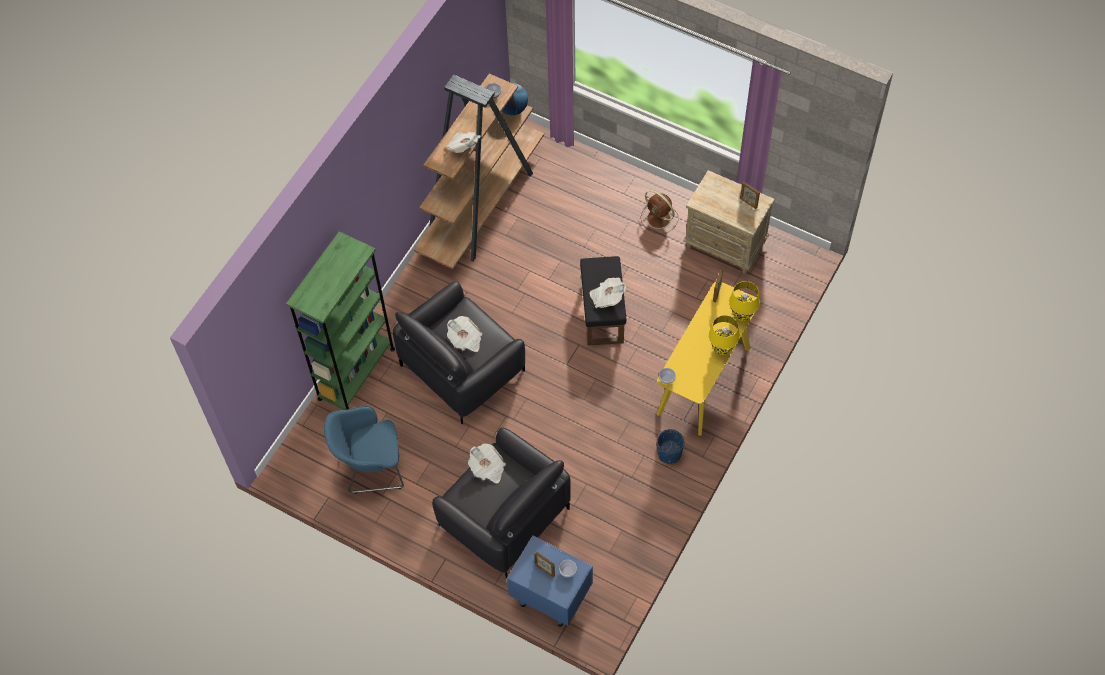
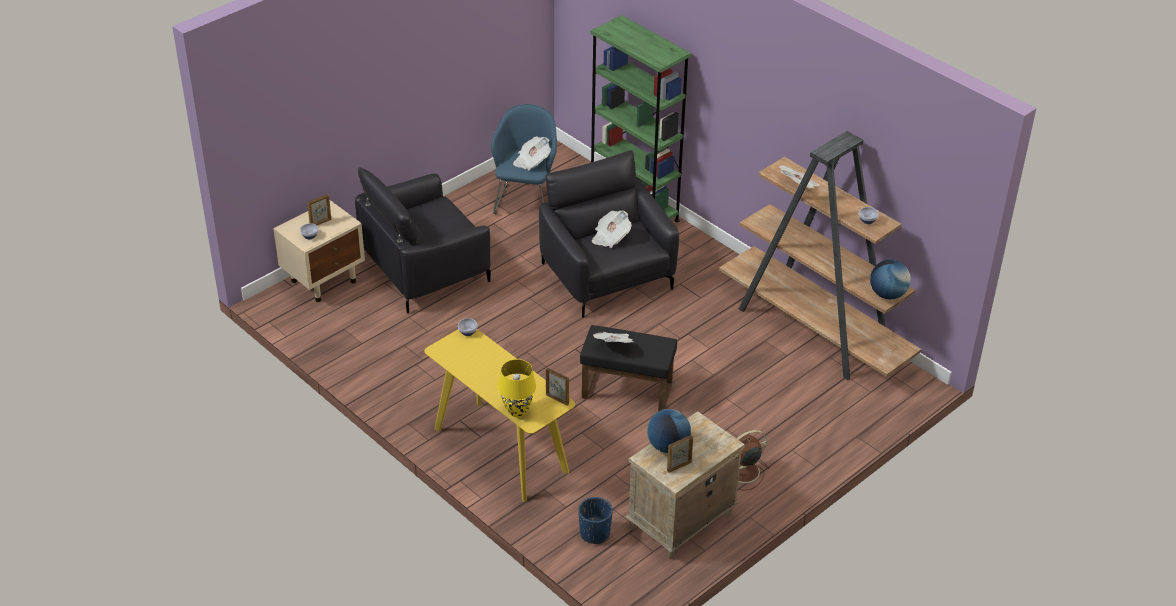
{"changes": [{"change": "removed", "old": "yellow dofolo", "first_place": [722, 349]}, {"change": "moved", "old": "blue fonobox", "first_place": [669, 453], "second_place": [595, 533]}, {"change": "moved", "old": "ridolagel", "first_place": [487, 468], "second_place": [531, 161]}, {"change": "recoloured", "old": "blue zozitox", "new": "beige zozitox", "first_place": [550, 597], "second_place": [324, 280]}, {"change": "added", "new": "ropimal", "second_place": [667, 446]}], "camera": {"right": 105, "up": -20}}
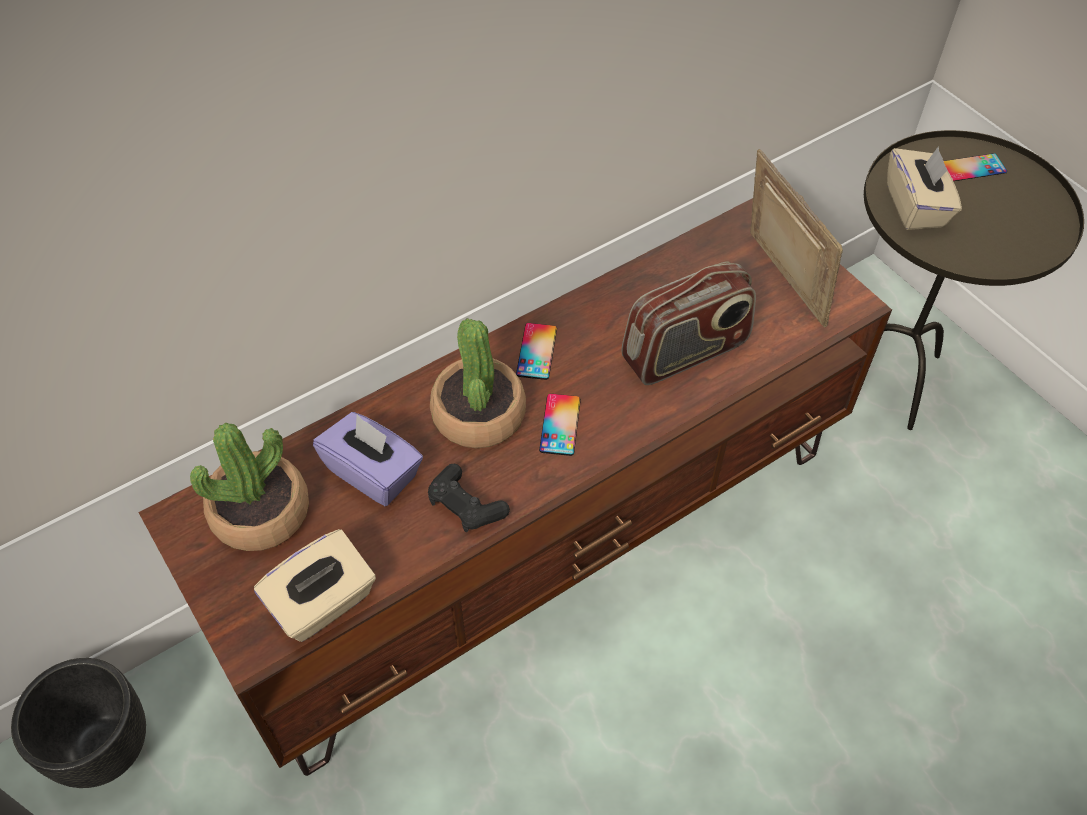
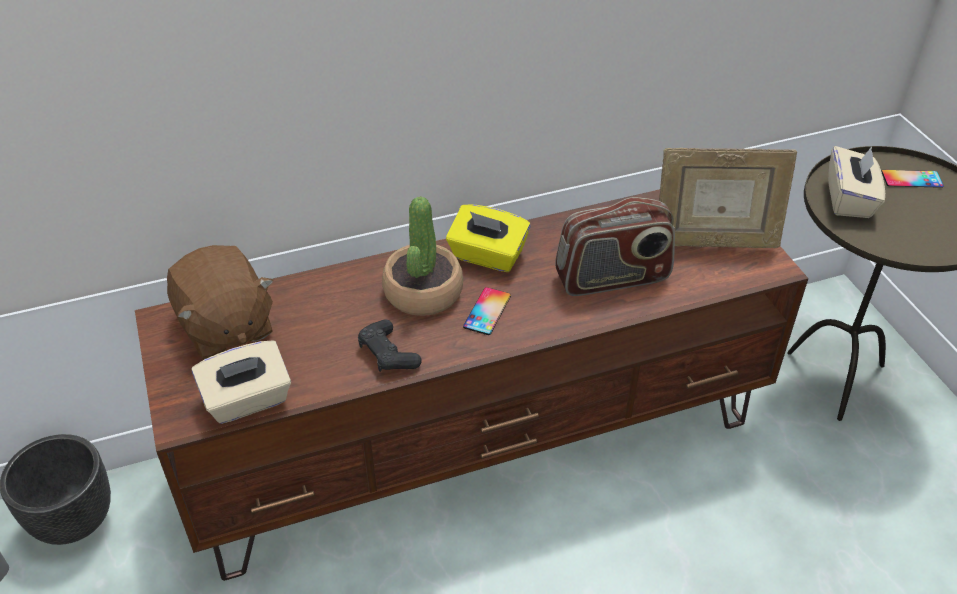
{"changes": [{"change": "turned", "old": "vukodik", "first_place": [781, 284], "second_place": [714, 243], "degrees": 105}, {"change": "replaced", "old": "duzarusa", "new": "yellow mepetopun", "first_place": [536, 351], "second_place": [487, 256]}, {"change": "removed", "old": "purple mepetopun", "first_place": [373, 473]}, {"change": "replaced", "old": "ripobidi", "new": "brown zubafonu", "first_place": [260, 512], "second_place": [225, 327]}], "camera": {"right": 15, "up": -10}}
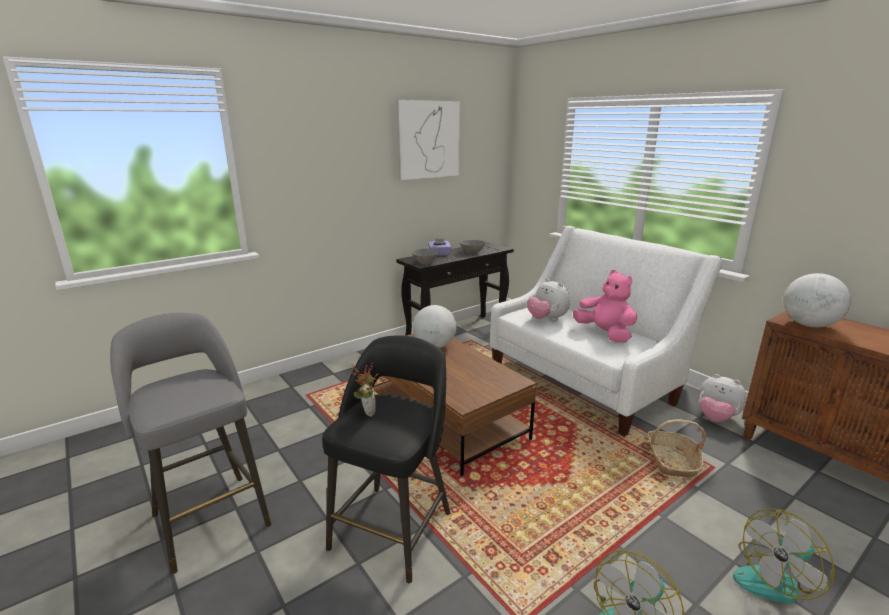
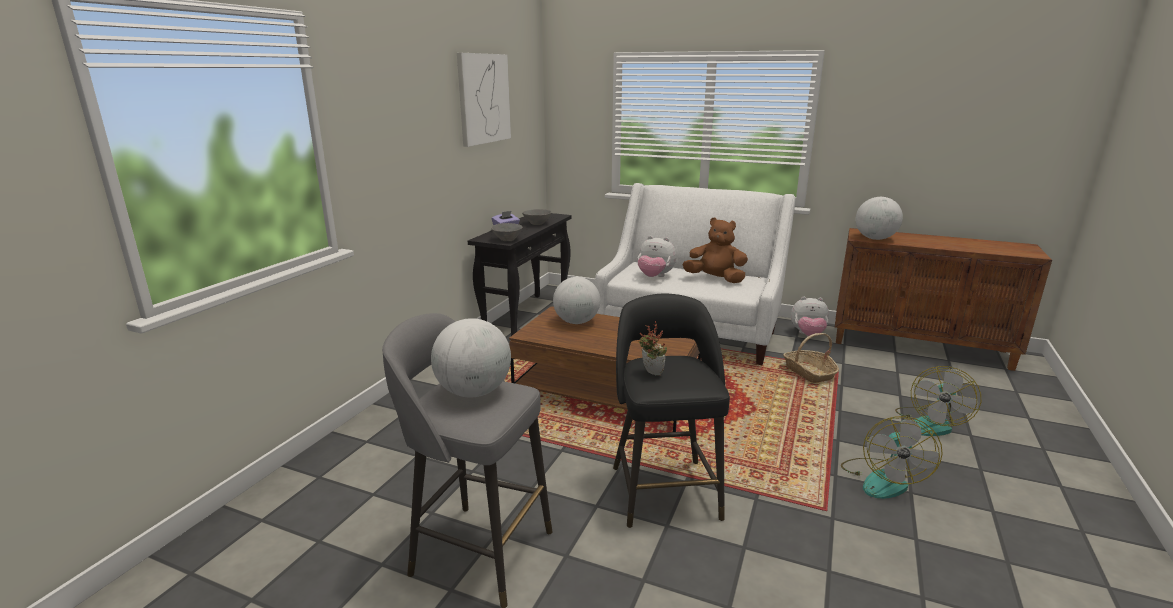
{"changes": [{"change": "recoloured", "old": "pink zubafonu", "new": "brown zubafonu", "first_place": [605, 334], "second_place": [715, 279]}, {"change": "added", "new": "ropimal", "second_place": [474, 392]}], "camera": {"right": -30, "up": 0}}
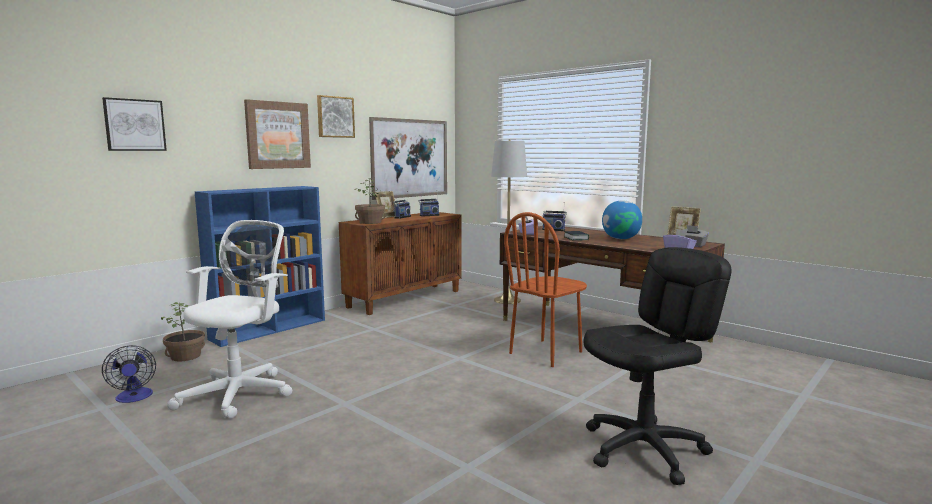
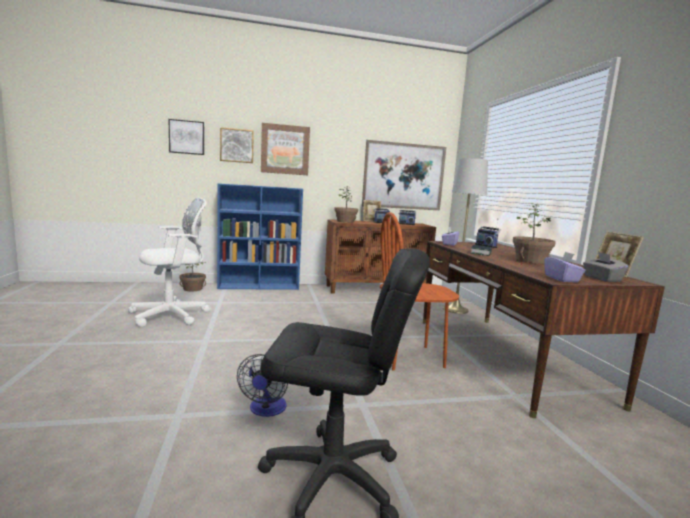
{"changes": [{"change": "moved", "old": "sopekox", "first_place": [335, 117], "second_place": [237, 145]}, {"change": "replaced", "old": "ropimal", "new": "ripobidi", "first_place": [621, 239], "second_place": [531, 261]}, {"change": "moved", "old": "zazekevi", "first_place": [134, 398], "second_place": [266, 410]}], "camera": {"right": 35, "up": 0}}
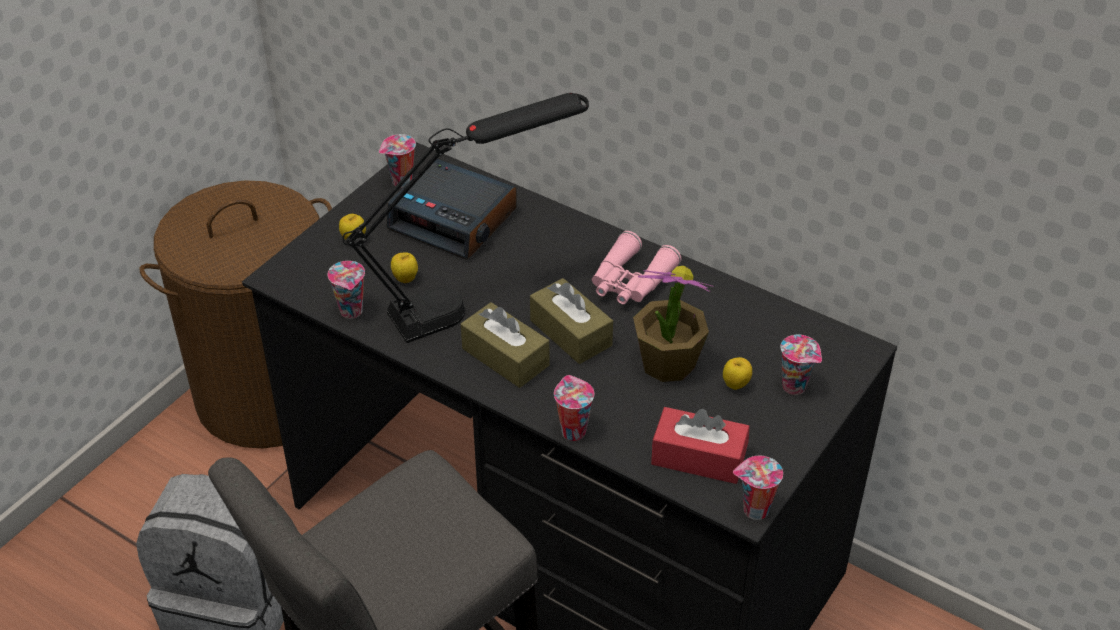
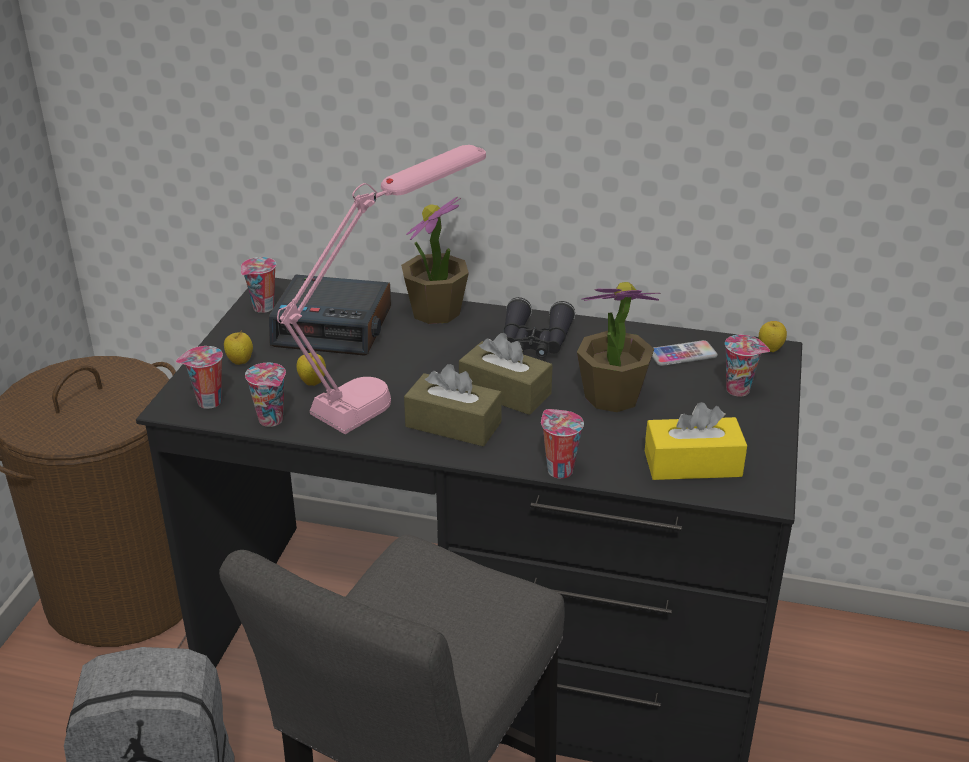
{"changes": [{"change": "recoloured", "old": "black dofolo", "new": "pink dofolo", "first_place": [473, 300], "second_place": [393, 386]}, {"change": "recoloured", "old": "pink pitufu", "new": "black pitufu", "first_place": [630, 281], "second_place": [535, 342]}, {"change": "moved", "old": "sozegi", "first_place": [735, 385], "second_place": [770, 350]}, {"change": "recoloured", "old": "red mepetopun", "new": "yellow mepetopun", "first_place": [698, 457], "second_place": [692, 464]}, {"change": "moved", "old": "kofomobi", "first_place": [754, 510], "second_place": [208, 402]}, {"change": "added", "new": "ripobidi", "second_place": [436, 312]}, {"change": "added", "new": "duzarusa", "second_place": [682, 354]}], "camera": {"right": -20, "up": -10}}
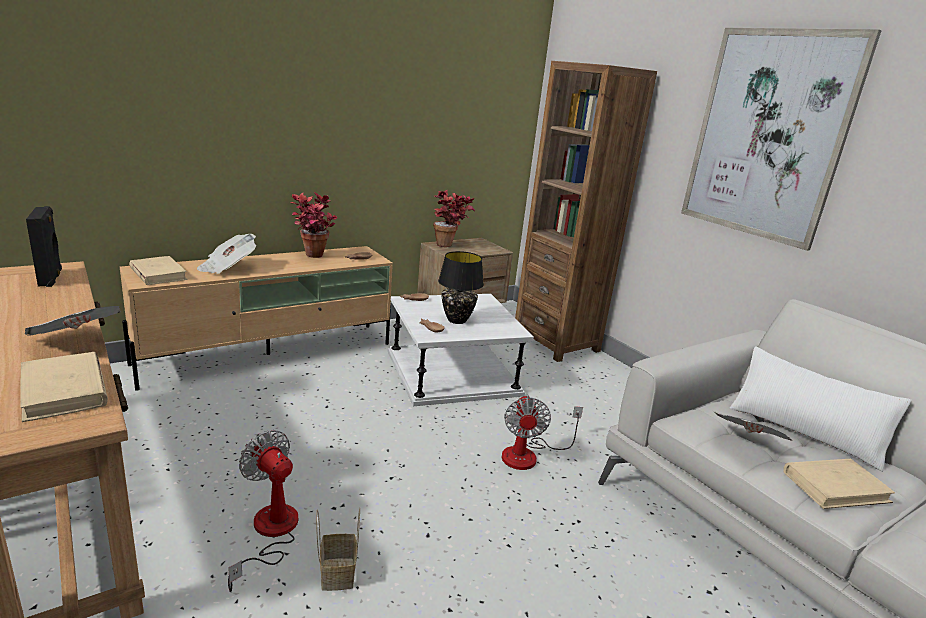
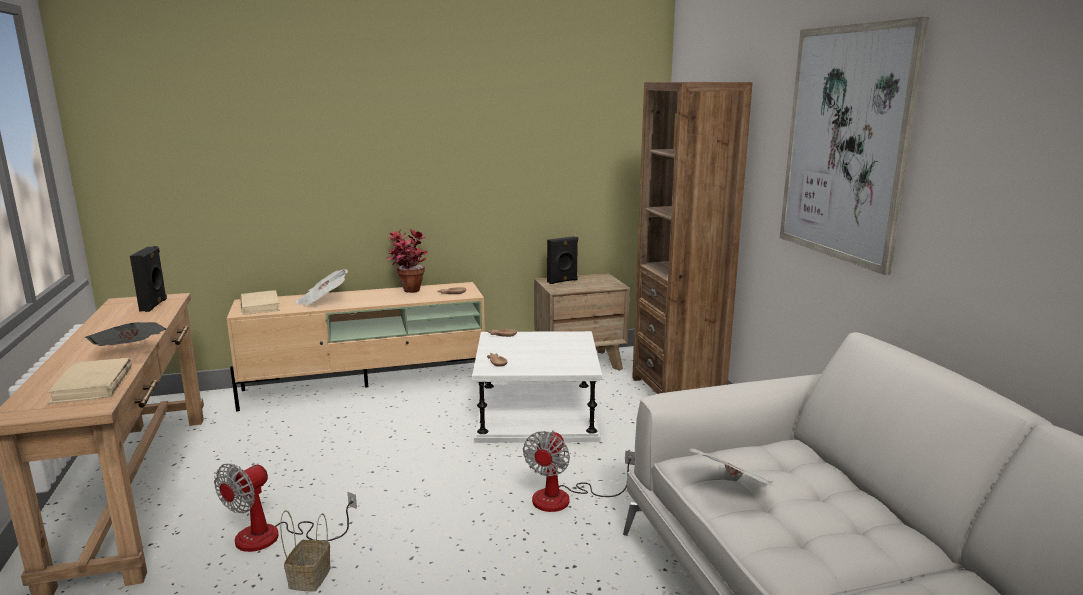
{"changes": [{"change": "replaced", "old": "ripobidi", "new": "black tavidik", "first_place": [450, 246], "second_place": [562, 281]}, {"change": "removed", "old": "black dofolo", "first_place": [456, 320]}, {"change": "removed", "old": "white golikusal", "first_place": [804, 432]}, {"change": "turned", "old": "zazekevi", "first_place": [269, 533], "second_place": [273, 537], "degrees": -120}, {"change": "removed", "old": "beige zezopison", "first_place": [835, 487]}], "camera": {"right": 20, "up": -5}}
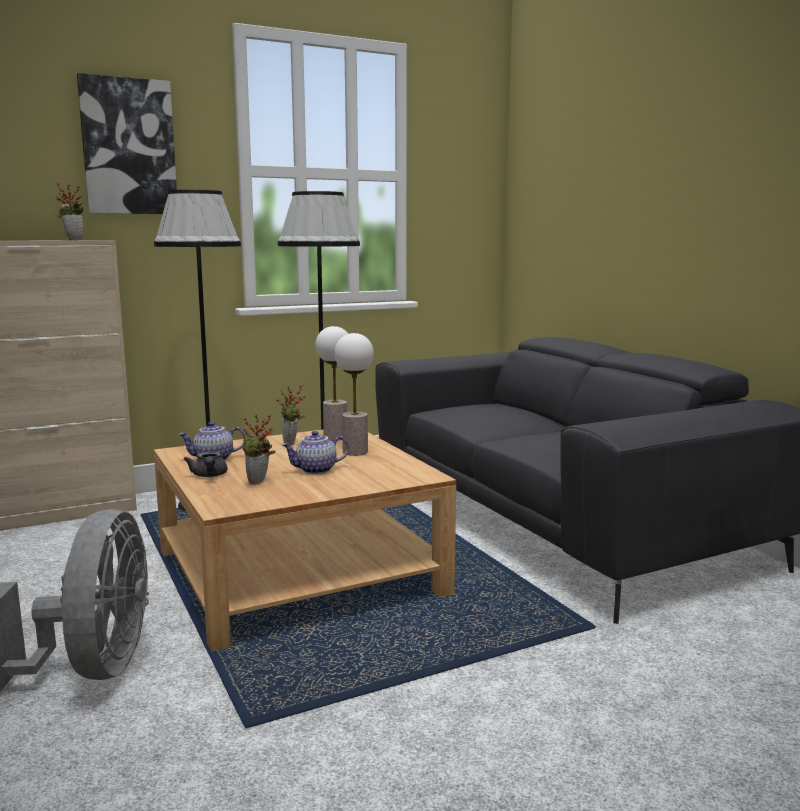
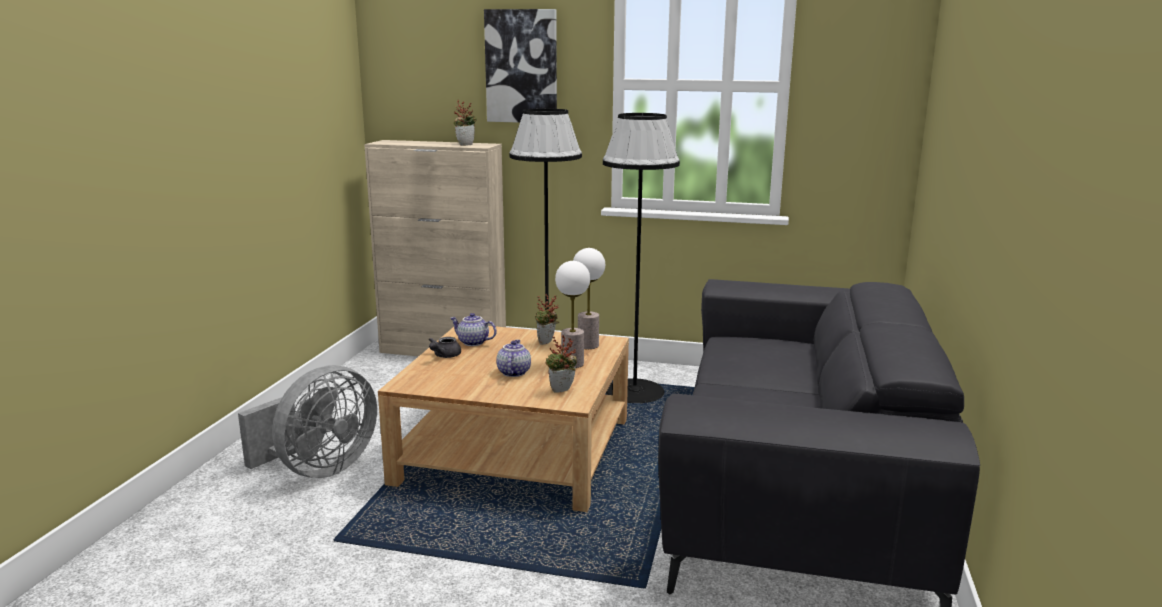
{"changes": [{"change": "moved", "old": "ripobidi", "first_place": [259, 482], "second_place": [561, 391]}, {"change": "turned", "old": "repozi", "first_place": [316, 470], "second_place": [513, 372], "degrees": 75}], "camera": {"right": 40, "up": 5}}
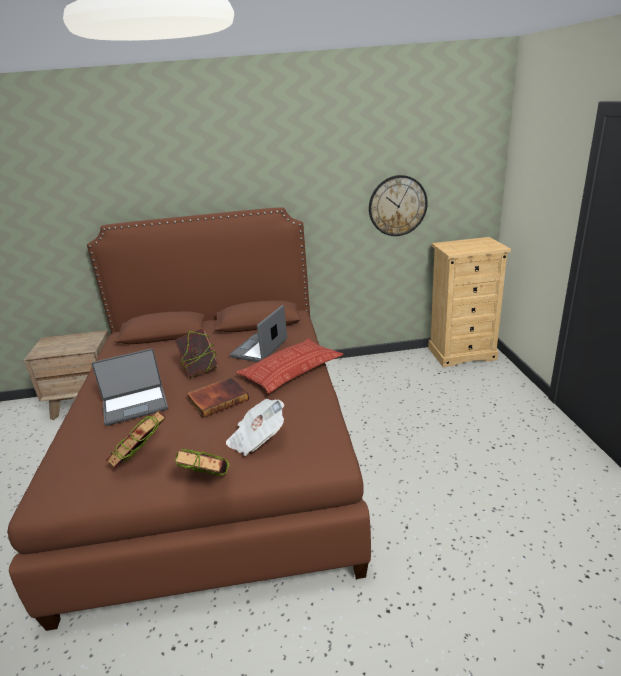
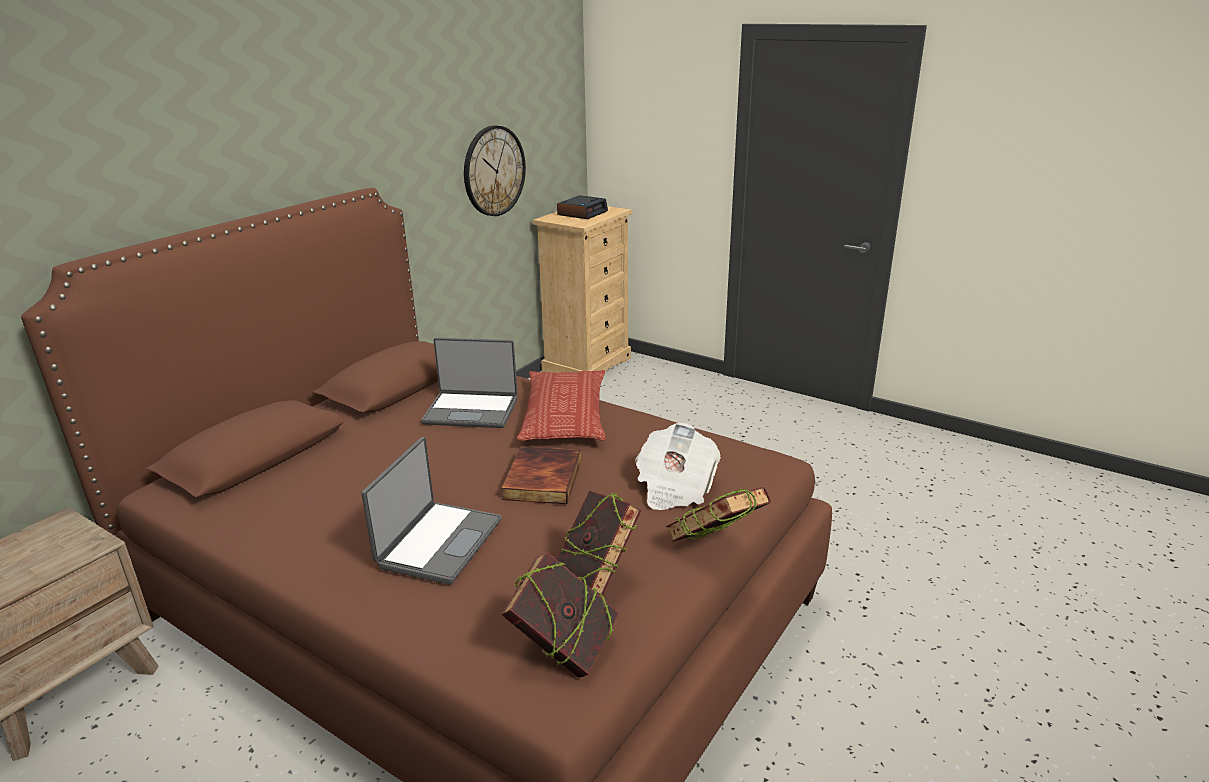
{"changes": [{"change": "turned", "old": "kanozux", "first_place": [260, 349], "second_place": [471, 410], "degrees": -60}, {"change": "moved", "old": "zezopison", "first_place": [200, 370], "second_place": [563, 651]}, {"change": "added", "new": "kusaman", "second_place": [582, 213]}], "camera": {"right": -50, "up": 0}}
